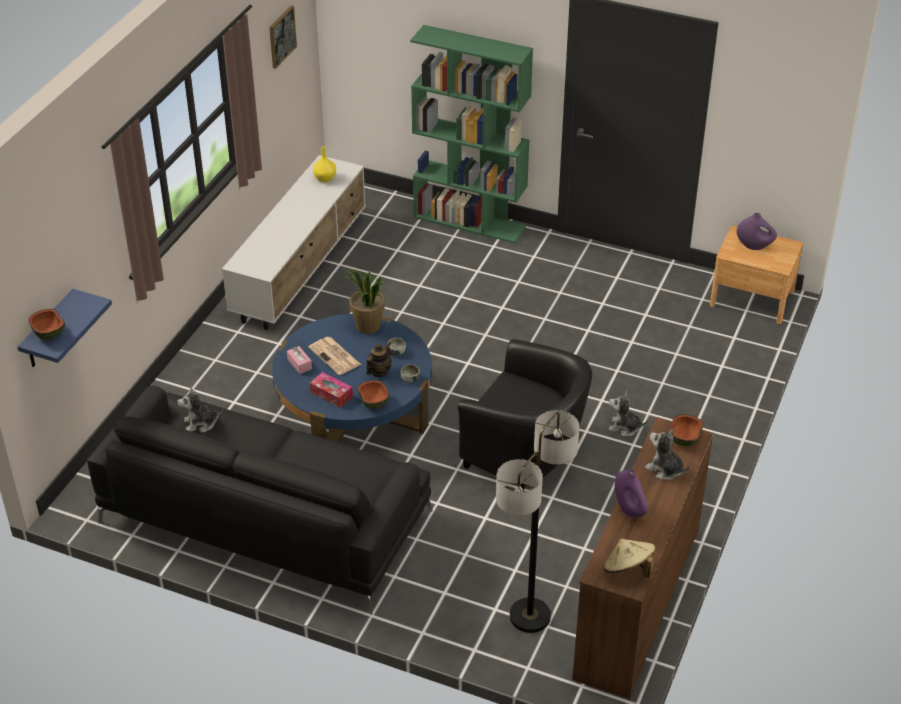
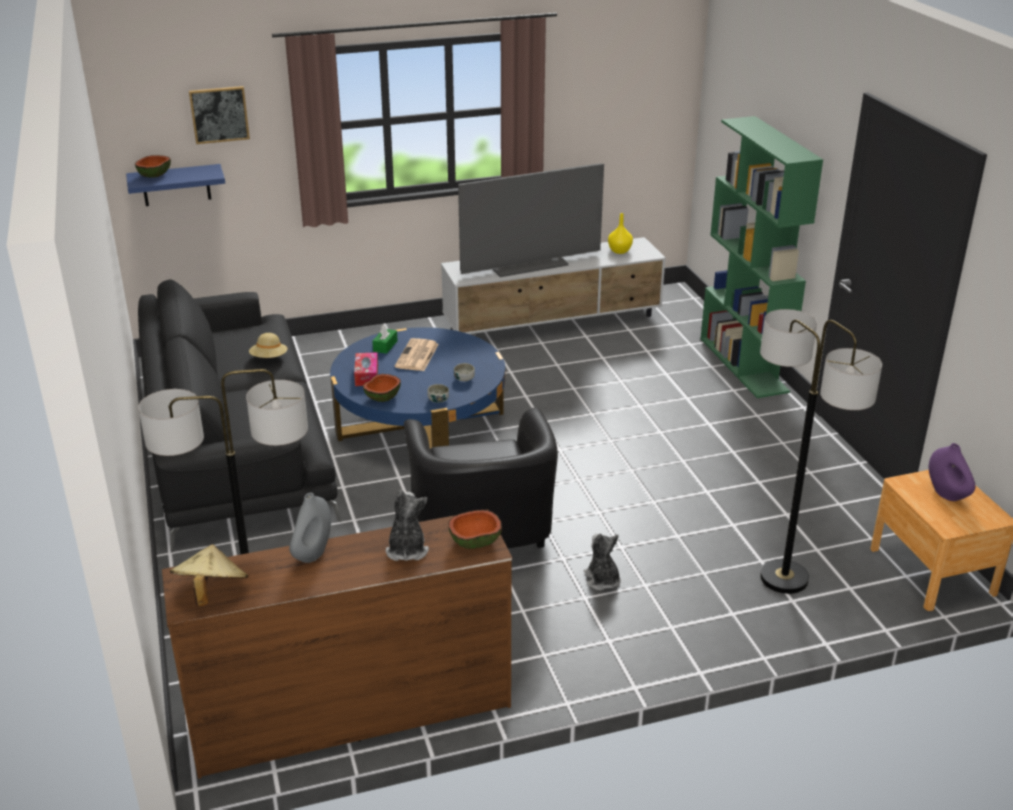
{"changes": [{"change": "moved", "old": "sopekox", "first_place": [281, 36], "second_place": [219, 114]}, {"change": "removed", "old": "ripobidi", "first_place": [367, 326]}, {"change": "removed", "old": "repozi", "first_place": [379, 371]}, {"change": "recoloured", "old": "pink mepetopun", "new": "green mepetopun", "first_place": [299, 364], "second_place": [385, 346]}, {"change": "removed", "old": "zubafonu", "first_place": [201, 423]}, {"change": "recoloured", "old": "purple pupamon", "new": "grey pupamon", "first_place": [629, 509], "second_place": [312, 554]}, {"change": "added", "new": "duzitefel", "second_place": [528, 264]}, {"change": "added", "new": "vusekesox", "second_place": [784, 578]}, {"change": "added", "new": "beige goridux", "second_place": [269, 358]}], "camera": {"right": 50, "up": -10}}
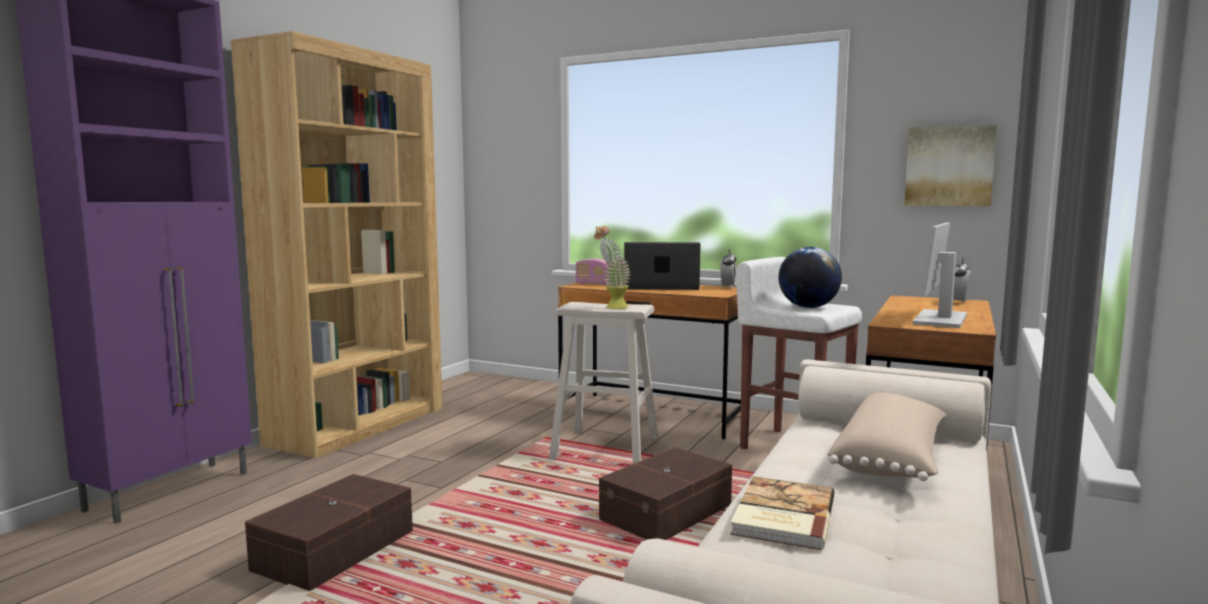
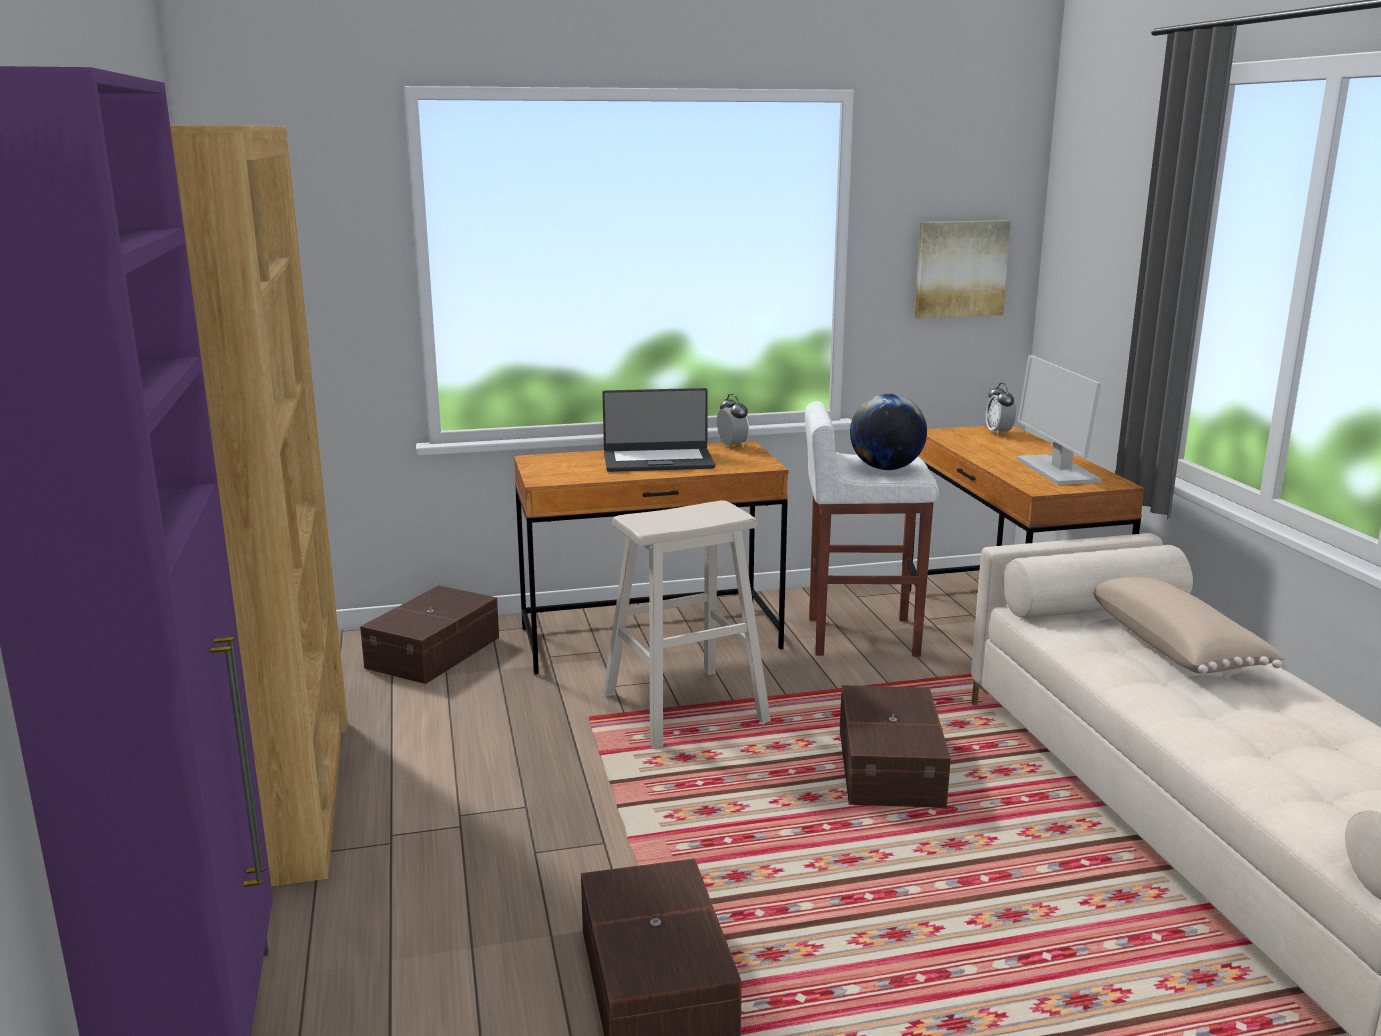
{"changes": [{"change": "removed", "old": "ripobidi", "first_place": [612, 307]}, {"change": "turned", "old": "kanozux", "first_place": [661, 287], "second_place": [658, 461], "degrees": -150}, {"change": "removed", "old": "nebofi", "first_place": [593, 284]}, {"change": "removed", "old": "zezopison", "first_place": [781, 516]}, {"change": "added", "new": "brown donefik", "second_place": [436, 652]}], "camera": {"right": -40, "up": 10}}
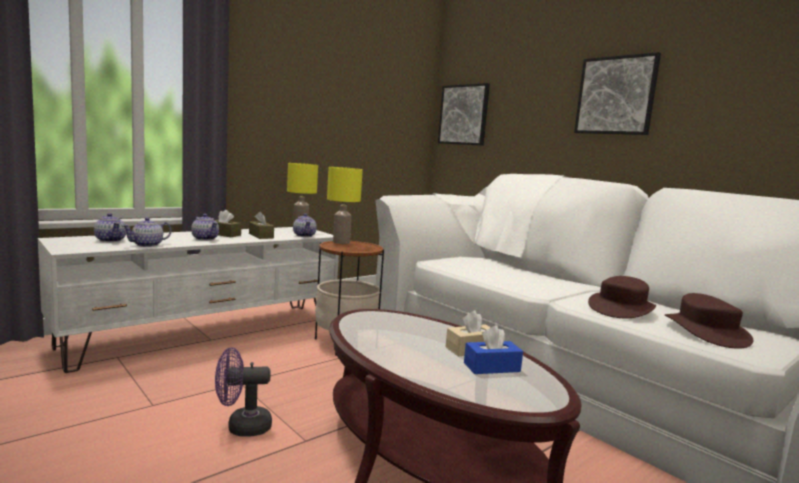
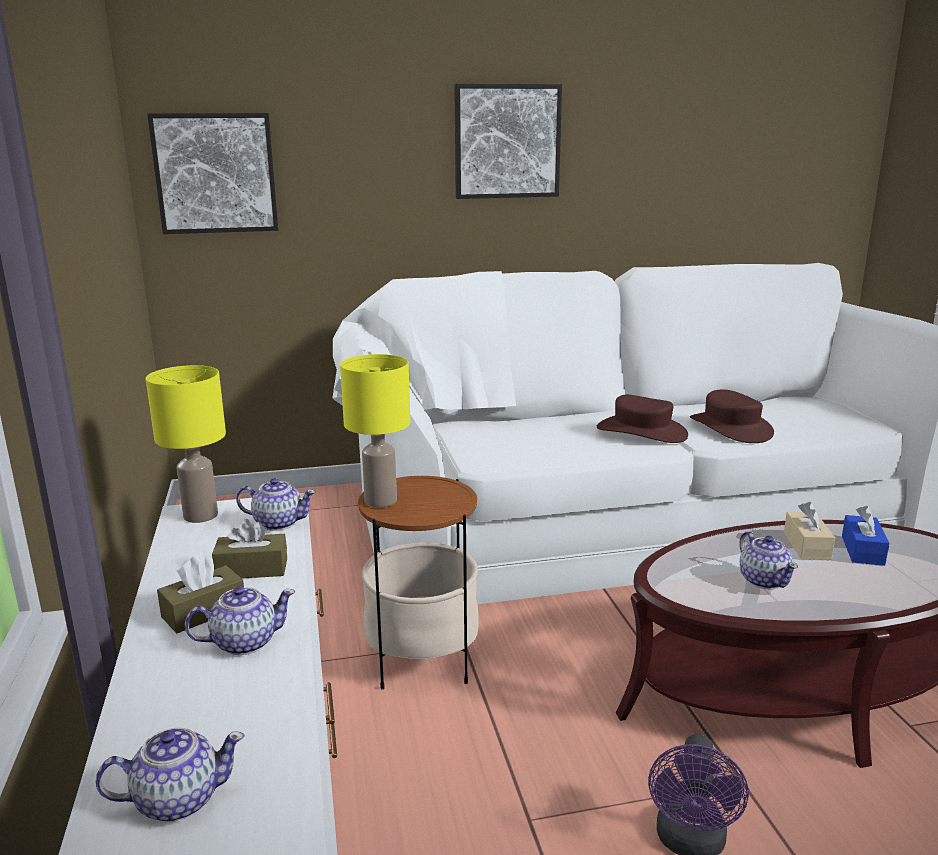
{"changes": [{"change": "moved", "old": "repozi", "first_place": [148, 245], "second_place": [764, 580]}, {"change": "moved", "old": "brown goridux", "first_place": [706, 331], "second_place": [641, 431]}], "camera": {"right": -60, "up": 10}}
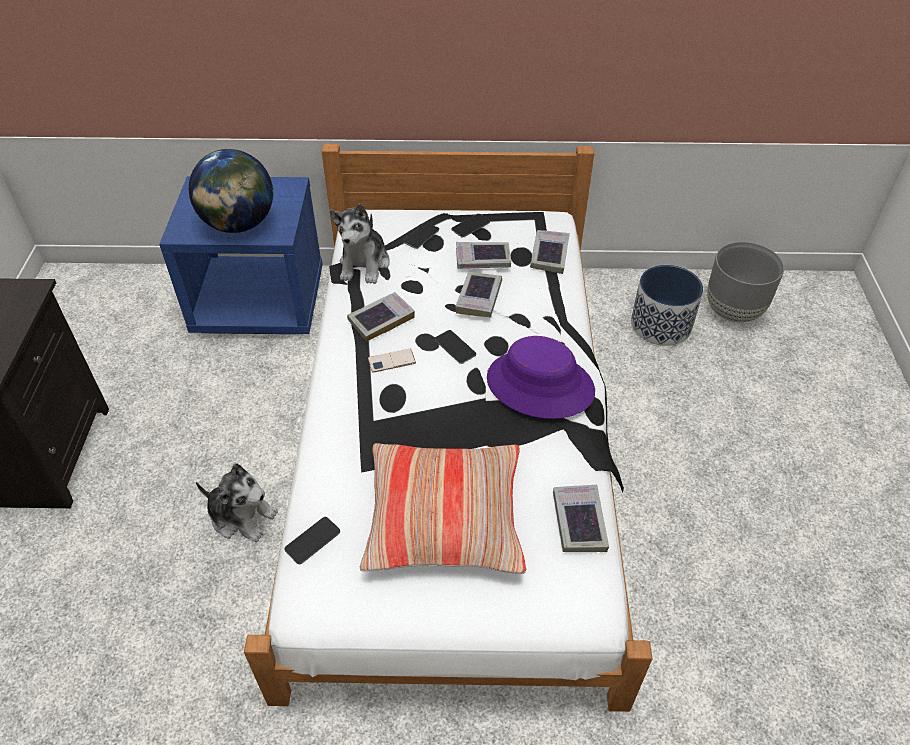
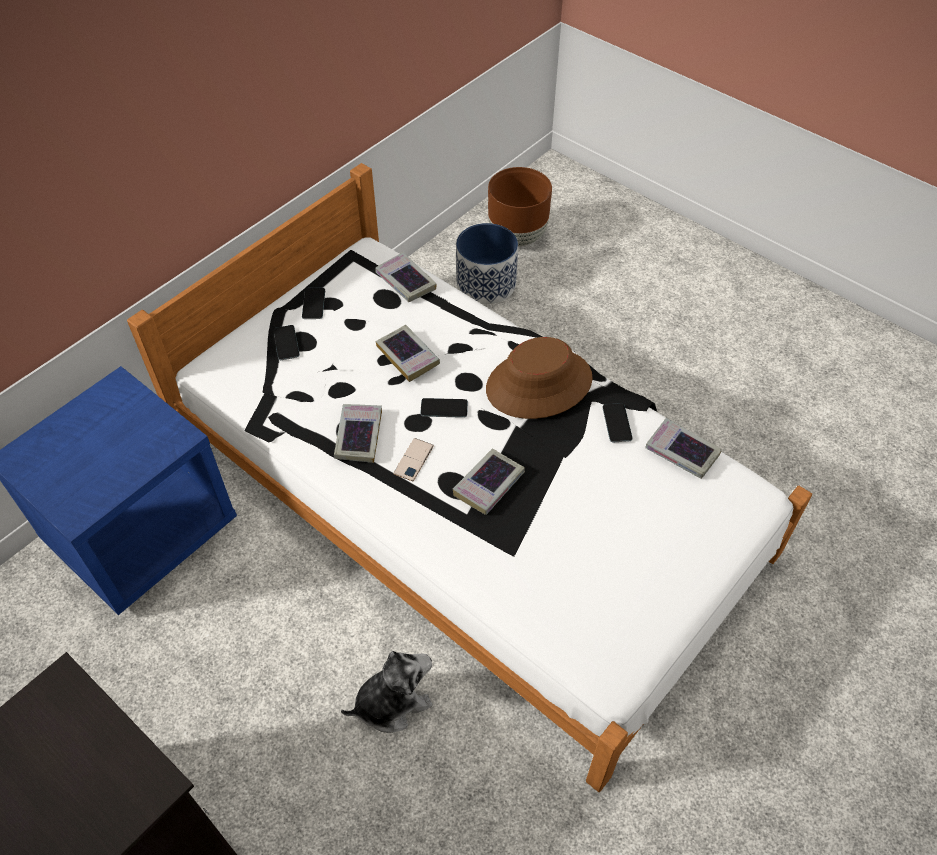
{"changes": [{"change": "removed", "old": "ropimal", "first_place": [239, 225]}, {"change": "removed", "old": "zubafonu", "first_place": [364, 264]}, {"change": "moved", "old": "zezopison", "first_place": [483, 259], "second_place": [489, 485]}, {"change": "recoloured", "old": "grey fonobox", "new": "brown fonobox", "first_place": [733, 311], "second_place": [518, 236]}, {"change": "recoloured", "old": "purple goridux", "new": "brown goridux", "first_place": [539, 385], "second_place": [539, 384]}, {"change": "removed", "old": "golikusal", "first_place": [444, 517]}, {"change": "moved", "old": "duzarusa", "first_place": [312, 540], "second_place": [617, 423]}], "camera": {"right": -50, "up": 5}}
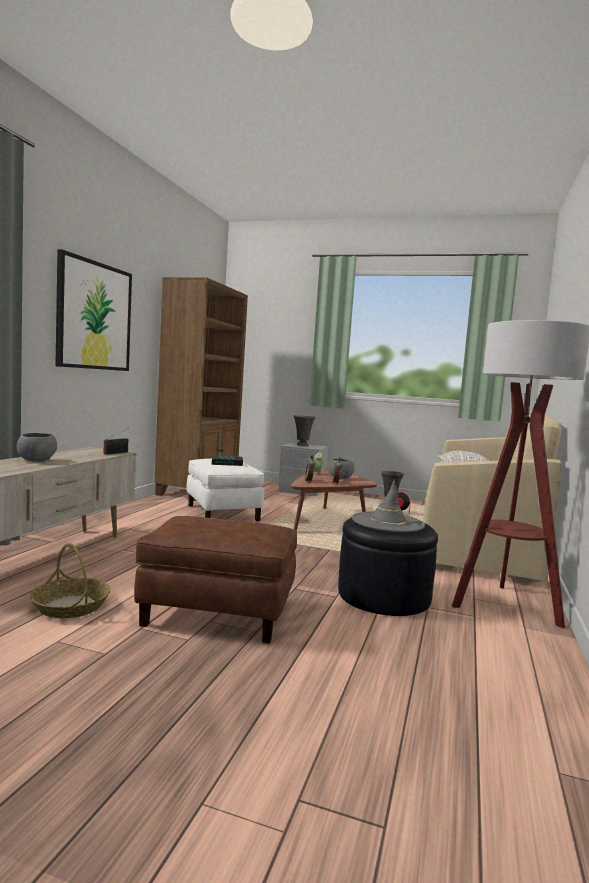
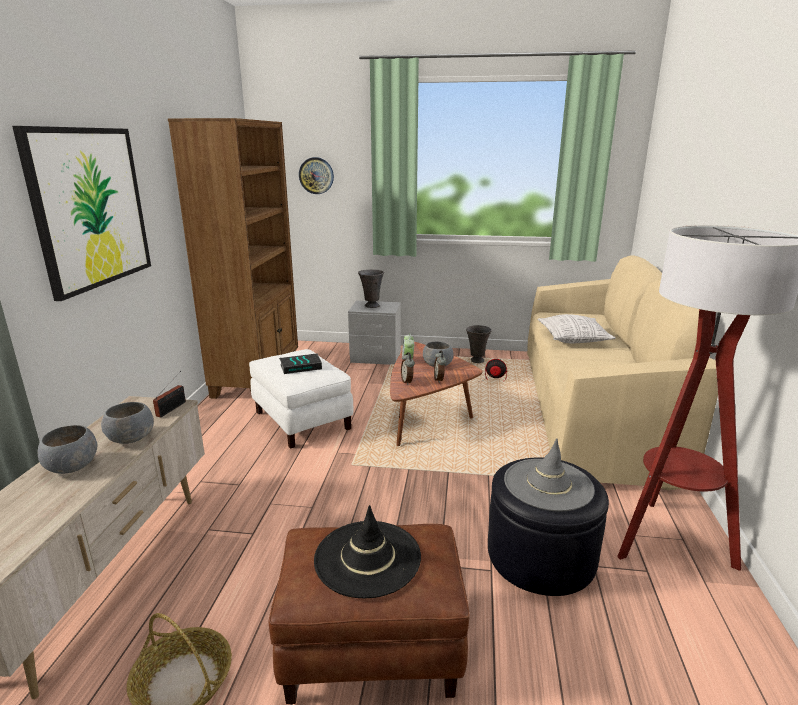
{"changes": [{"change": "added", "new": "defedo", "second_place": [316, 175]}, {"change": "added", "new": "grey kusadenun", "second_place": [132, 438]}, {"change": "added", "new": "black goridux", "second_place": [367, 558]}], "camera": {"right": -10, "up": 15}}
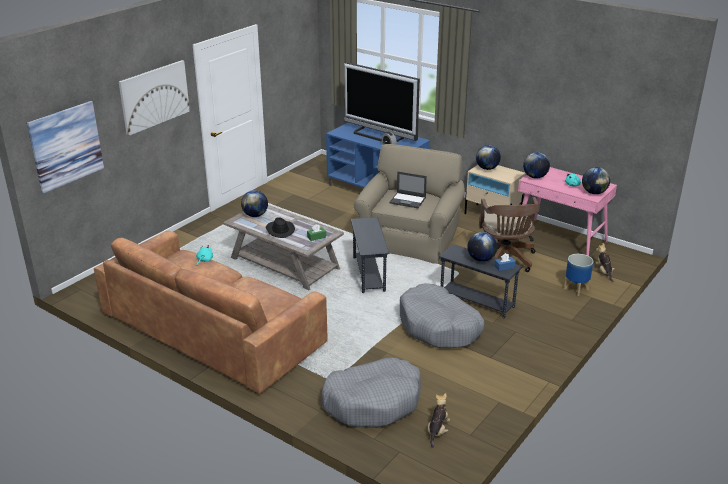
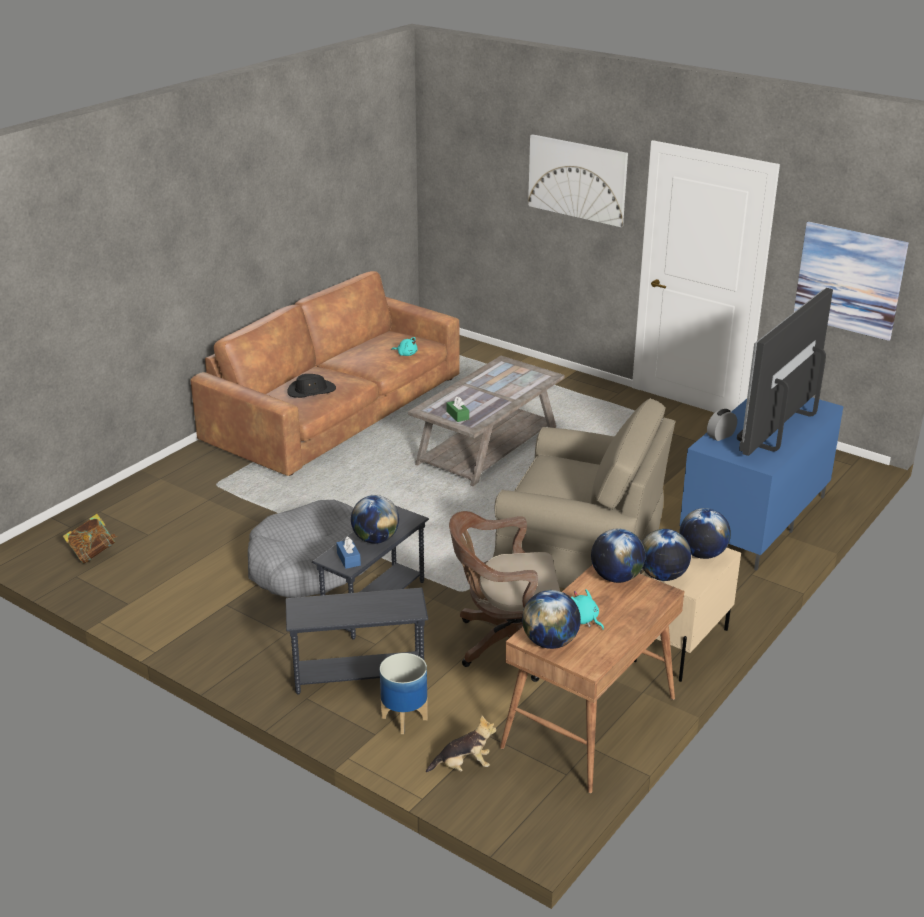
{"changes": [{"change": "moved", "old": "sopekox", "first_place": [66, 146], "second_place": [849, 280]}, {"change": "recoloured", "old": "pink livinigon", "new": "brown livinigon", "first_place": [560, 240], "second_place": [589, 724]}, {"change": "removed", "old": "kanozux", "first_place": [408, 200]}, {"change": "moved", "old": "ropimal", "first_place": [255, 215], "second_place": [662, 576]}, {"change": "moved", "old": "black goridux", "first_place": [279, 230], "second_place": [311, 391]}, {"change": "moved", "old": "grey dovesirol", "first_place": [369, 274], "second_place": [359, 676]}, {"change": "removed", "old": "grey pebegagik", "first_place": [373, 402]}, {"change": "replaced", "old": "zubafonu", "new": "zezopison", "first_place": [437, 431], "second_place": [93, 553]}], "camera": {"right": 90, "up": 0}}
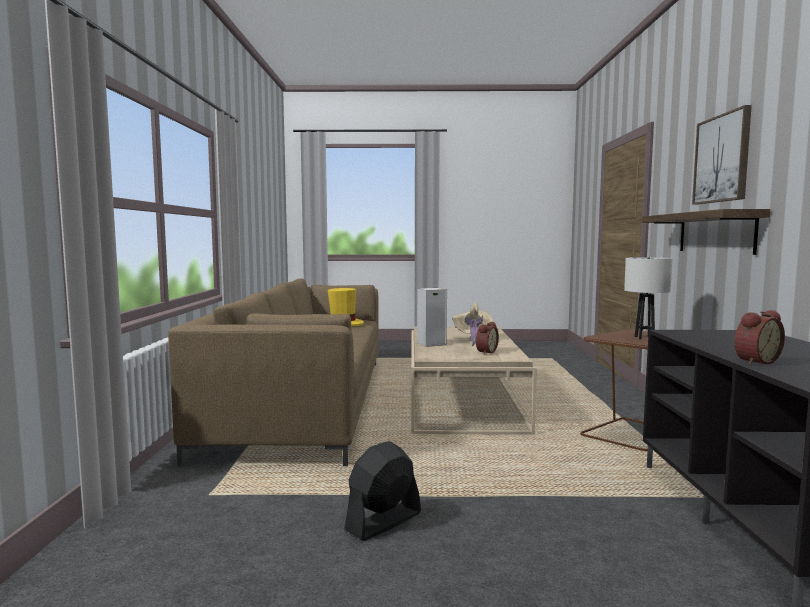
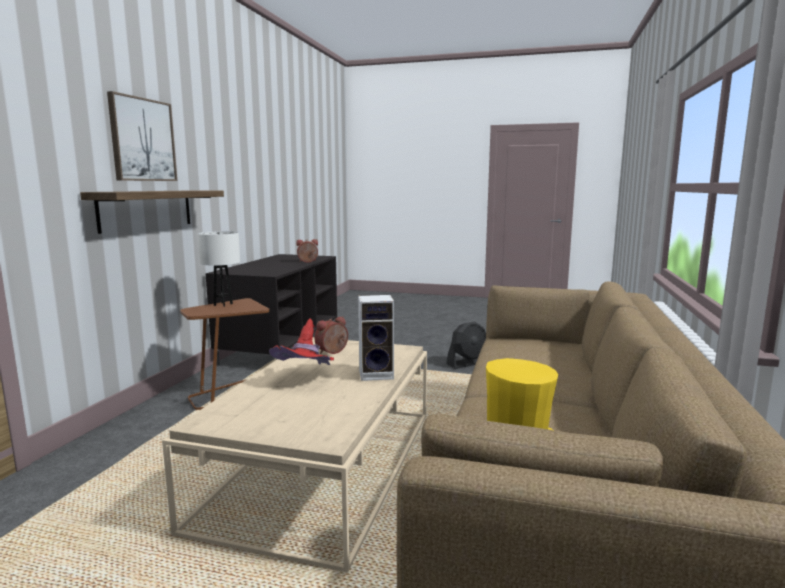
{"changes": [{"change": "recoloured", "old": "beige goridux", "new": "red goridux", "first_place": [473, 340], "second_place": [306, 378]}], "camera": {"right": -165, "up": 5}}
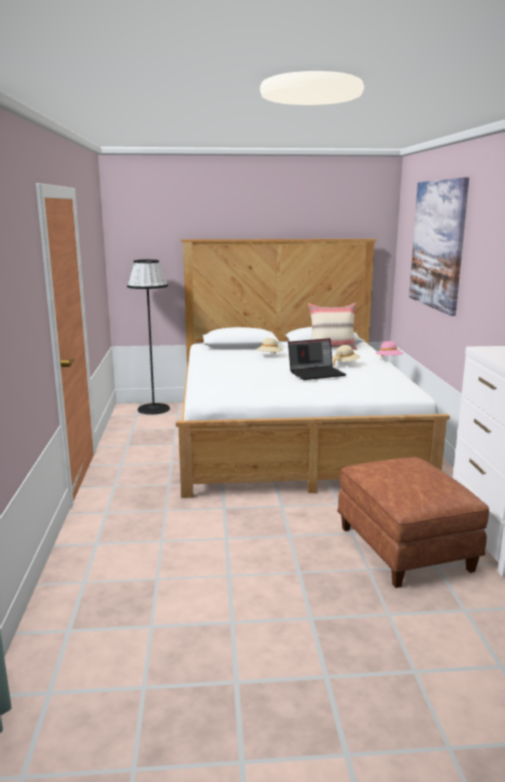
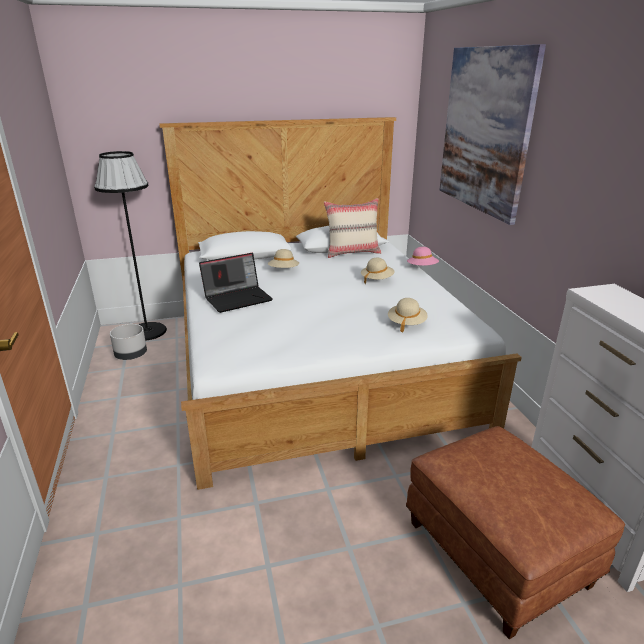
{"changes": [{"change": "moved", "old": "kanozux", "first_place": [316, 373], "second_place": [238, 298]}, {"change": "added", "new": "beige goridux", "second_place": [406, 323]}, {"change": "added", "new": "grey fonobox", "second_place": [131, 356]}], "camera": {"right": -10, "up": 10}}
